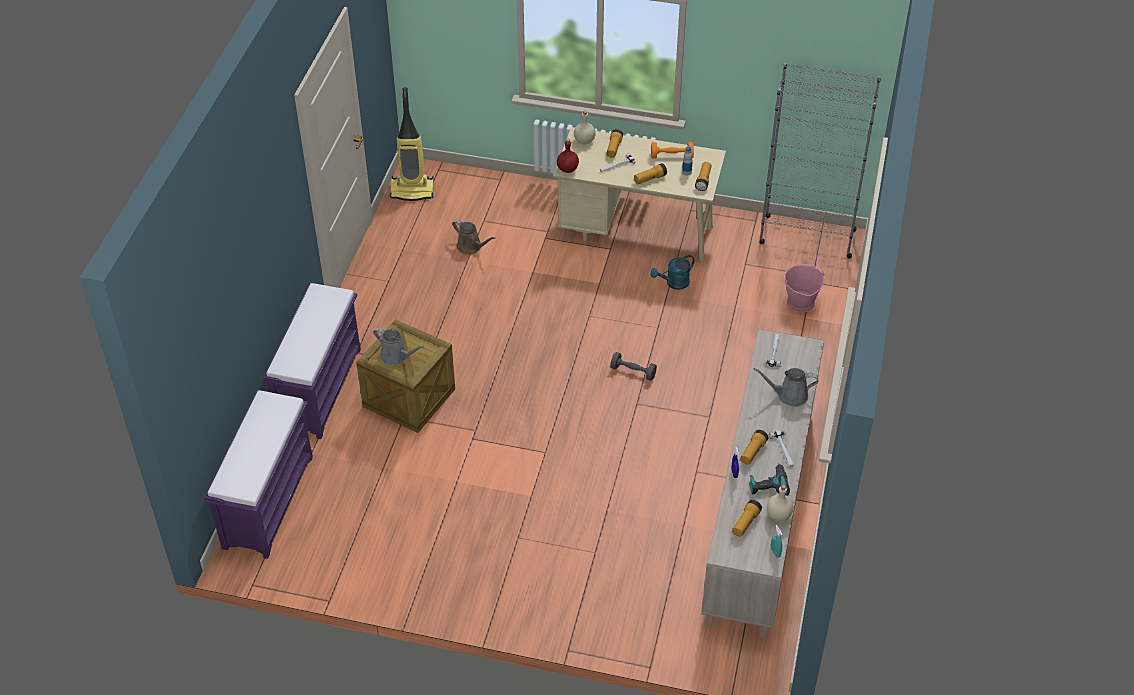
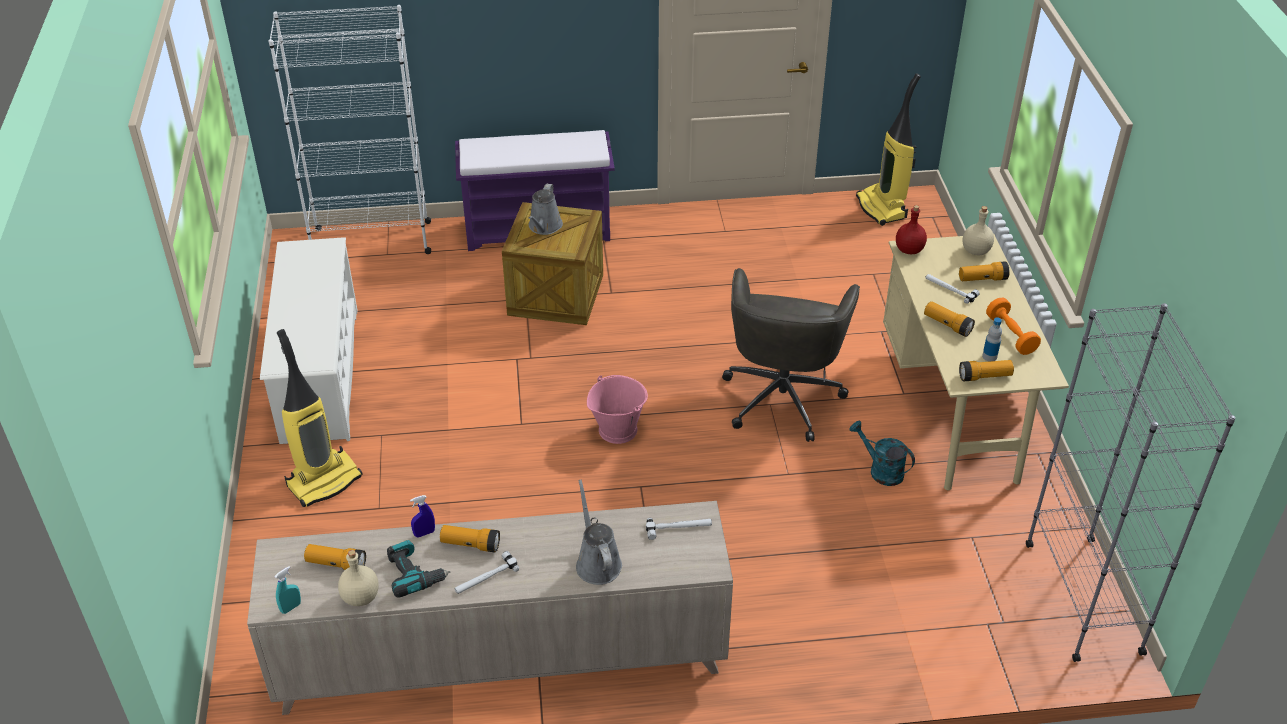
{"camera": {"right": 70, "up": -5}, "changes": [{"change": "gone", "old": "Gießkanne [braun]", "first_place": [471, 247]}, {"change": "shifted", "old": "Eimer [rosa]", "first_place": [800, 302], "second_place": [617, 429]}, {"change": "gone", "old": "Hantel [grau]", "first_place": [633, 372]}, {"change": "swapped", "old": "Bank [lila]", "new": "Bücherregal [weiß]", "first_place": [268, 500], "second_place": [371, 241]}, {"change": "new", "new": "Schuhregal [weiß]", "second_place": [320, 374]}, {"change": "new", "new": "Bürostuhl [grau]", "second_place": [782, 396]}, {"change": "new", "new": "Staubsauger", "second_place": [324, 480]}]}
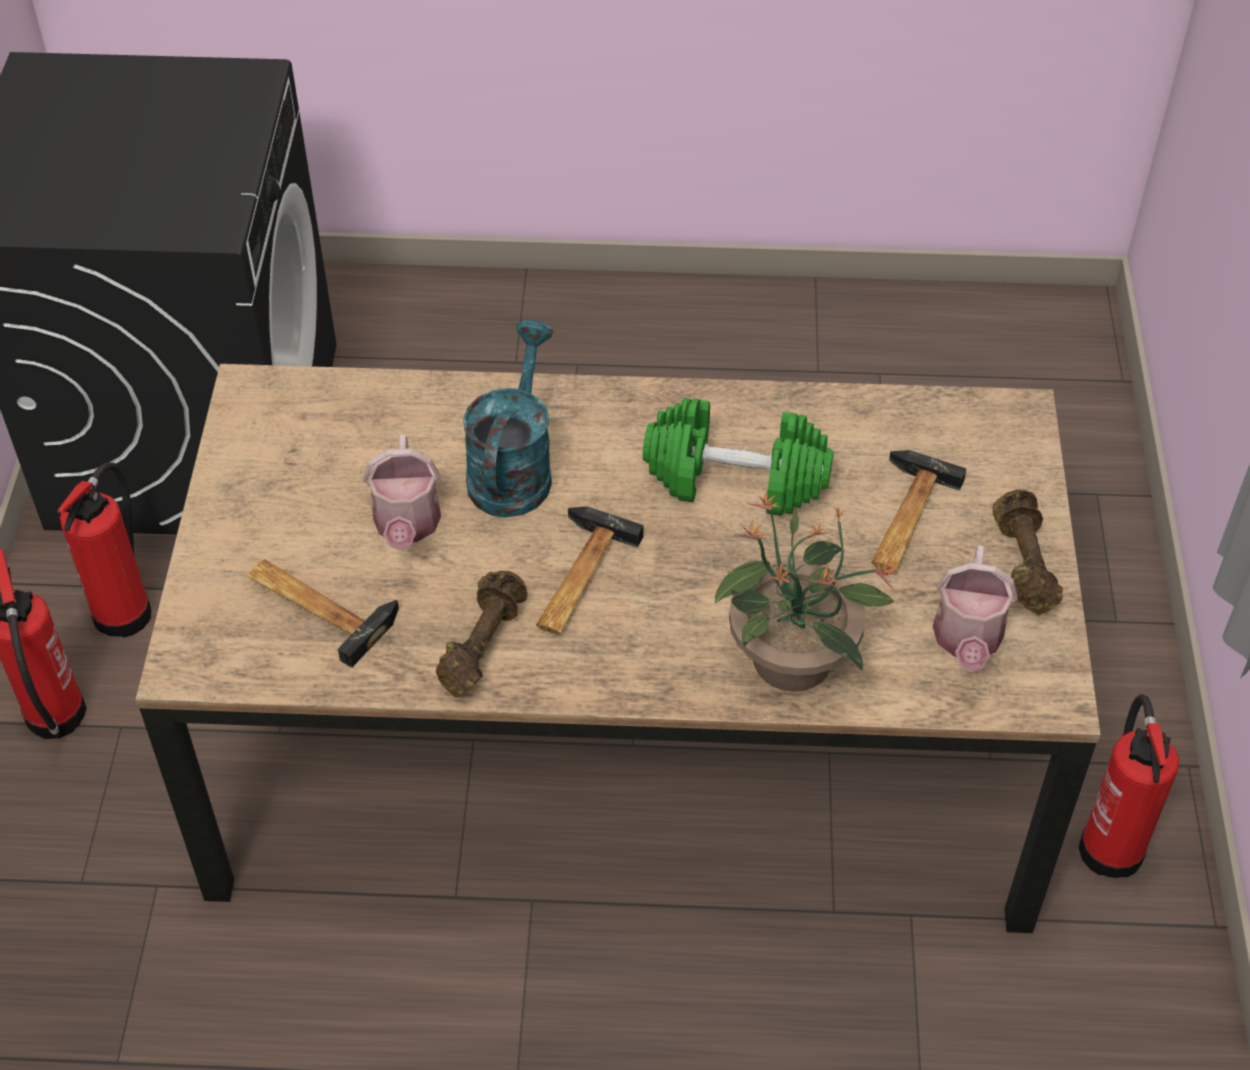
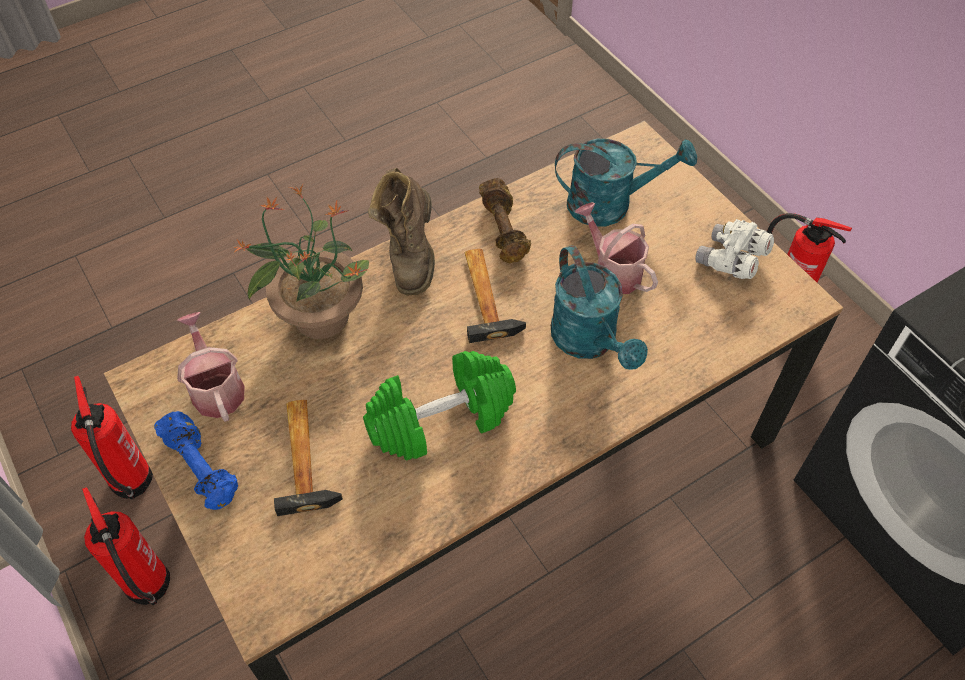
{"camera": {"right": 145, "up": 5}, "changes": [{"change": "shifted", "old": "Feuerlöscher", "first_place": [126, 610], "second_place": [131, 483]}, {"change": "repainted", "old": "Hantel [braun]", "new": "Hantel [blau]", "first_place": [1022, 564], "second_place": [202, 467]}, {"change": "swapped", "old": "Hammer", "new": "Gießkanne [türkis]", "first_place": [318, 605], "second_place": [611, 204]}, {"change": "new", "new": "Stiefel [braun]", "second_place": [410, 255]}, {"change": "new", "new": "Fernglas [weiß]", "second_place": [731, 261]}]}
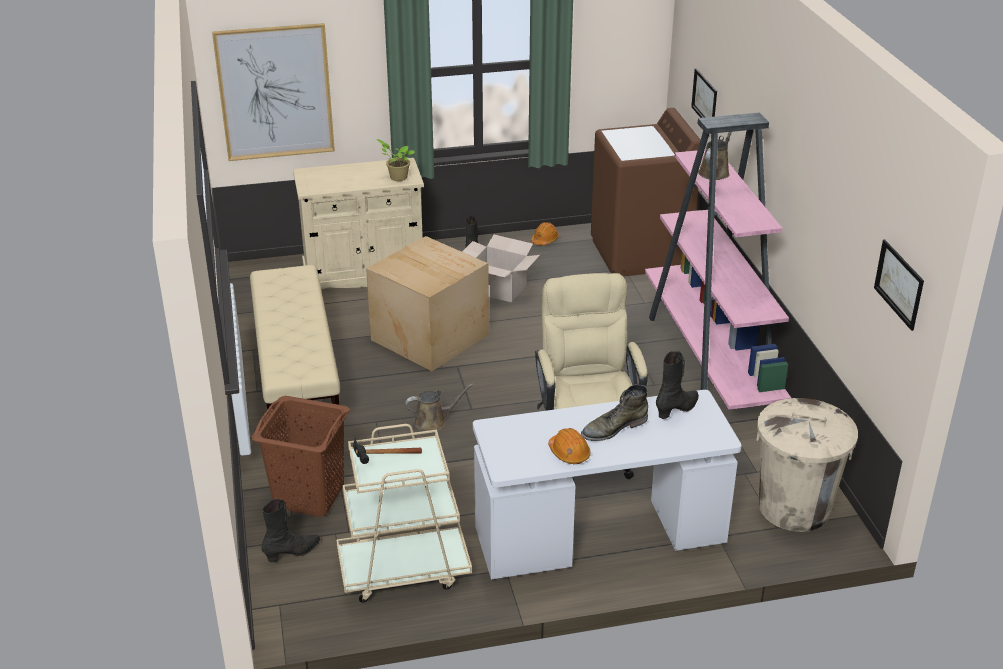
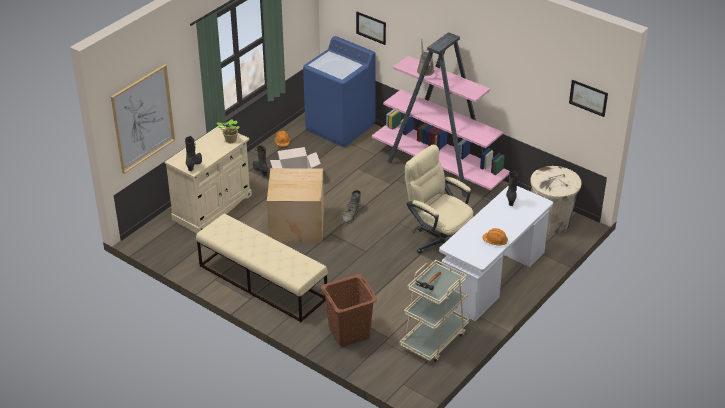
{"camera": {"right": -40, "up": 5}, "changes": [{"change": "repainted", "old": "Waschmaschine [braun]", "new": "Waschmaschine [blau]", "first_place": [640, 254], "second_place": [340, 127]}, {"change": "gone", "old": "Gießkanne [braun]", "first_place": [433, 421]}, {"change": "shifted", "old": "Stiefel [grün]", "first_place": [614, 428], "second_place": [350, 214]}, {"change": "shifted", "old": "Stiefel [schwarz]", "first_place": [292, 553], "second_place": [195, 164]}]}
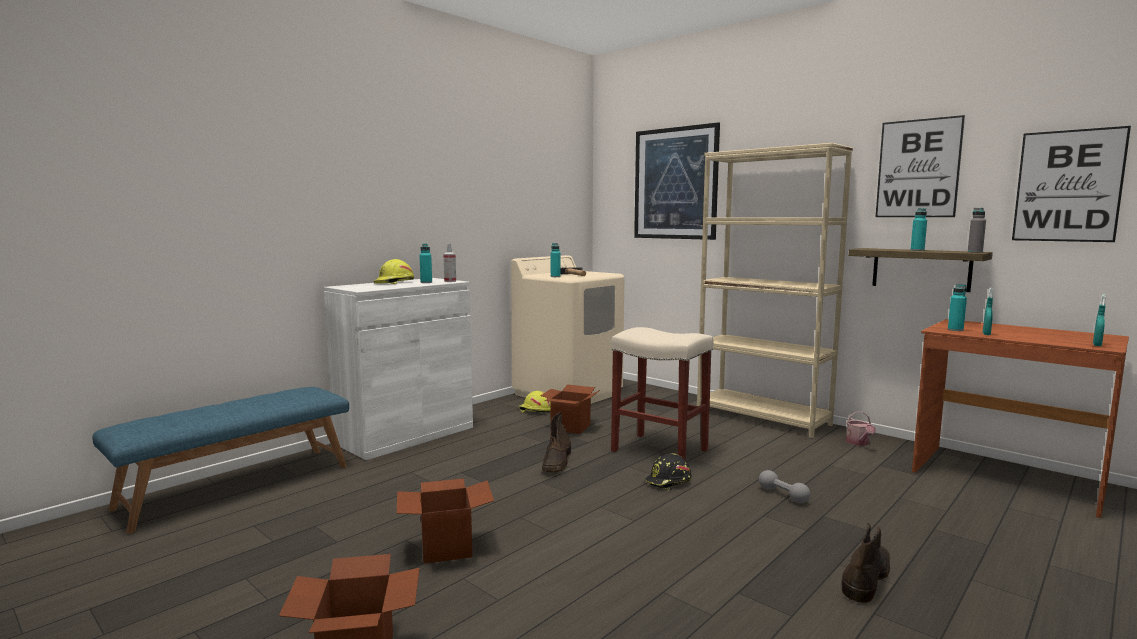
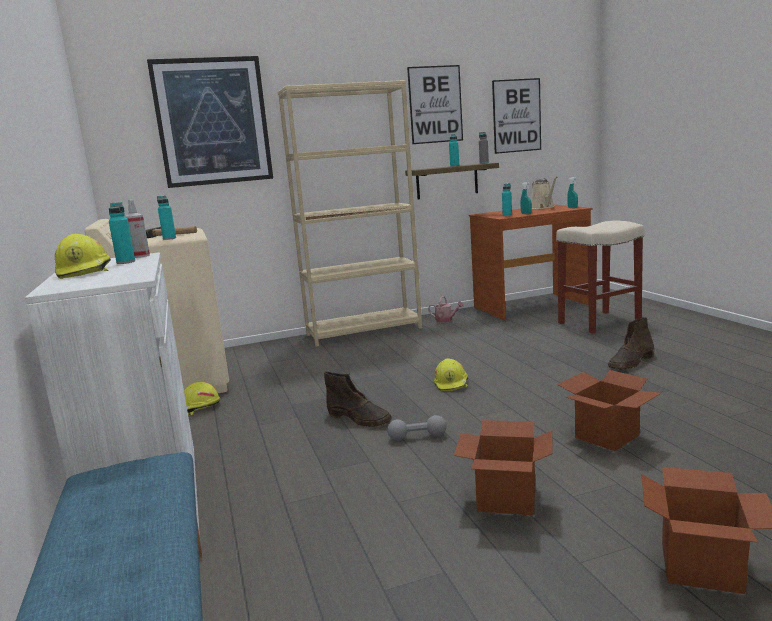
{"camera": {"right": -60, "up": 5}, "changes": [{"change": "shifted", "old": "Hocker [beige]", "first_place": [658, 450], "second_place": [598, 322]}, {"change": "shifted", "old": "Karton", "first_place": [571, 427], "second_place": [607, 436]}, {"change": "repainted", "old": "Schutzhelm [schwarz]", "new": "Schutzhelm [gelb]", "first_place": [669, 482], "second_place": [452, 384]}, {"change": "shifted", "old": "Hantel [grau]", "first_place": [783, 495], "second_place": [417, 437]}, {"change": "rotated", "old": "Stiefel [braun]", "first_place": [866, 577], "second_place": [631, 363], "degrees": -105}, {"change": "new", "new": "Gießkanne [beige]", "second_place": [543, 207]}]}
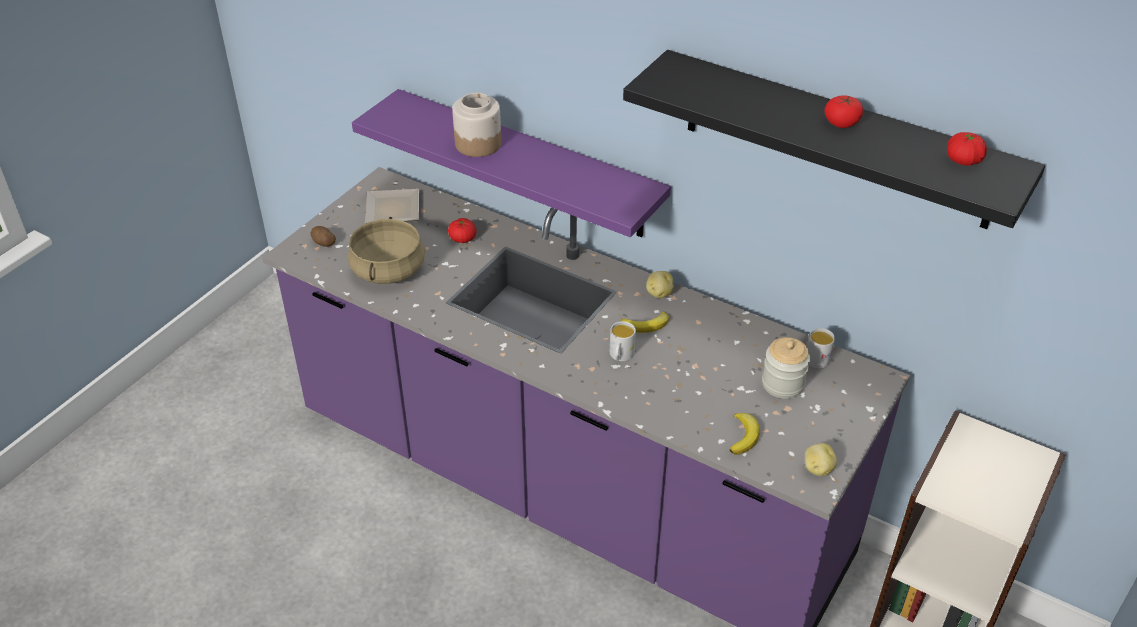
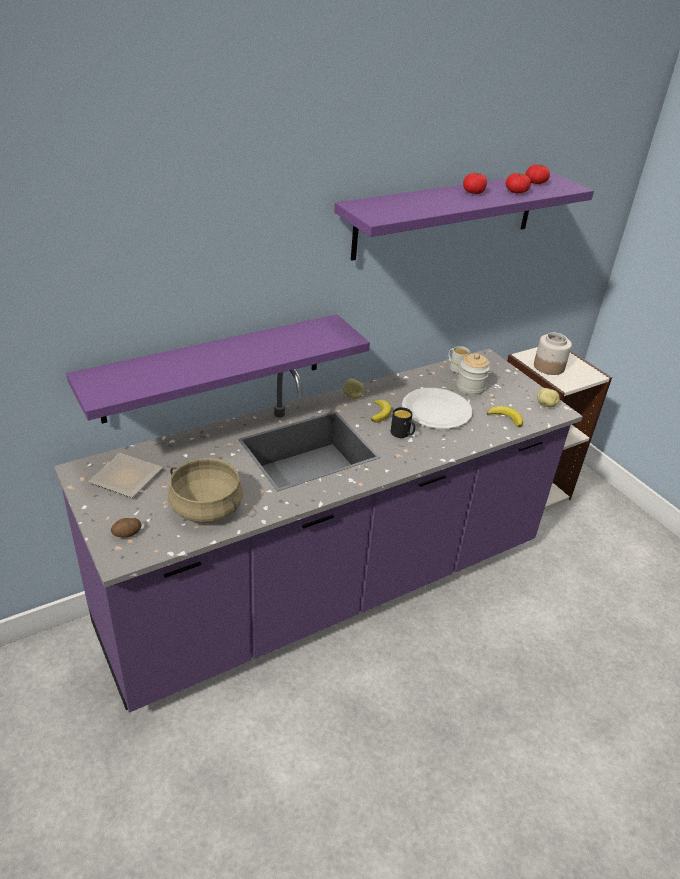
{"camera": {"right": -65, "up": -5}, "changes": [{"change": "repainted", "old": "Wandregal [schwarz]", "new": "Wandregal [lila]", "first_place": [836, 140], "second_place": [447, 215]}, {"change": "shifted", "old": "Vorratsglas", "first_place": [478, 143], "second_place": [548, 366]}, {"change": "shifted", "old": "Tomate", "first_place": [462, 238], "second_place": [516, 192]}, {"change": "repainted", "old": "Henkelbecher [weiß]", "new": "Henkelbecher [schwarz]", "first_place": [620, 356], "second_place": [402, 434]}, {"change": "new", "new": "Teller [weiß]", "second_place": [436, 410]}]}
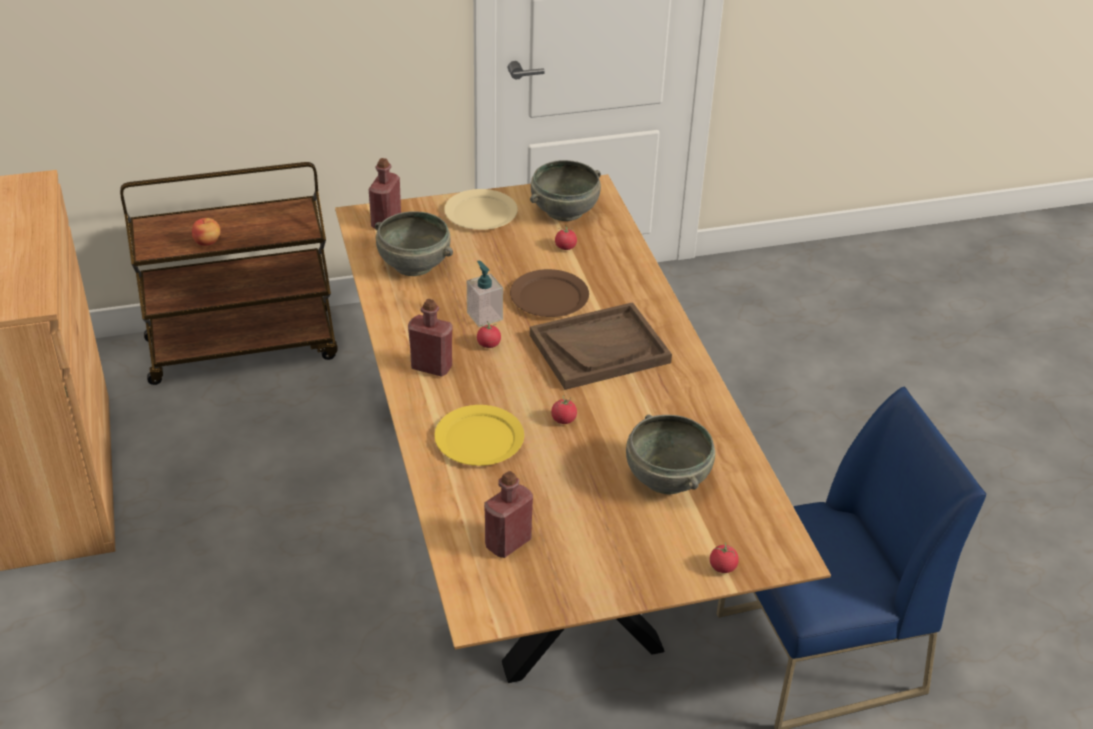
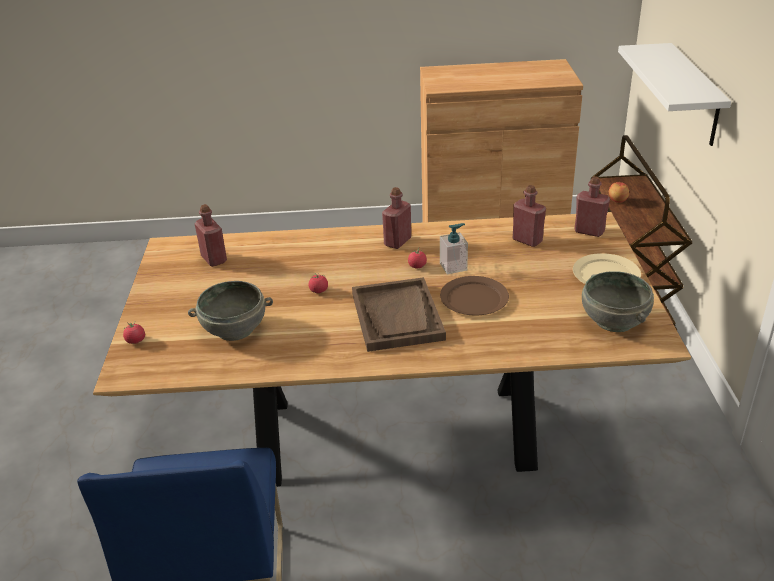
{"camera": {"right": 105, "up": -5}, "changes": [{"change": "swapped", "old": "Schüssel [grau]", "new": "Flasche [rot]", "first_place": [413, 265], "second_place": [527, 240]}, {"change": "gone", "old": "Tomate", "first_place": [565, 247]}, {"change": "gone", "old": "Teller [gelb]", "first_place": [480, 439]}, {"change": "new", "new": "Wandregal [weiß]", "second_place": [694, 95]}]}
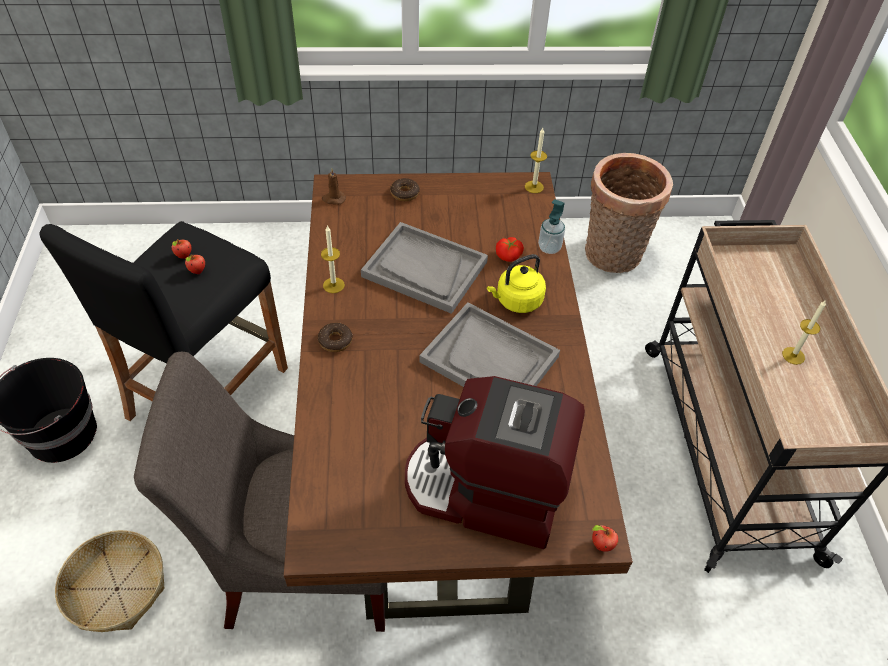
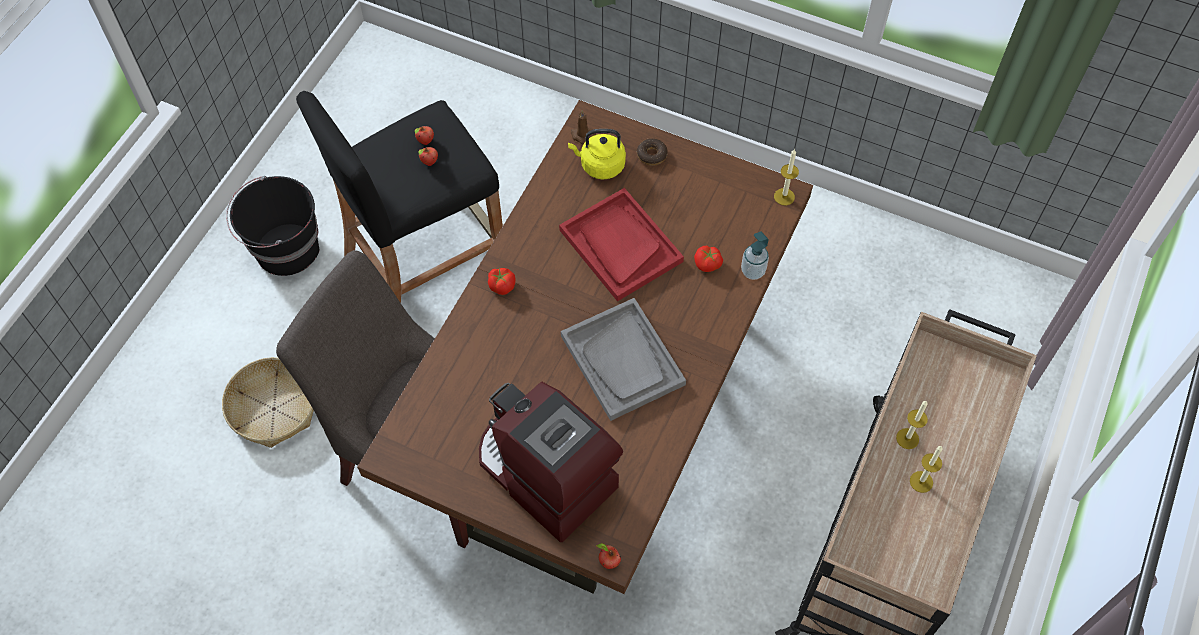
{"camera": {"right": 30, "up": 10}, "changes": [{"change": "gone", "old": "Korb", "first_place": [612, 256]}, {"change": "repainted", "old": "Tablett [grau]", "new": "Tablett [rot]", "first_place": [424, 269], "second_place": [620, 246]}, {"change": "shifted", "old": "Kerze", "first_place": [333, 285], "second_place": [907, 438]}, {"change": "shifted", "old": "Wasserkessel [gelb]", "first_place": [516, 301], "second_place": [600, 165]}, {"change": "swapped", "old": "Donut", "new": "Tomate", "first_place": [335, 341], "second_place": [502, 285]}]}
